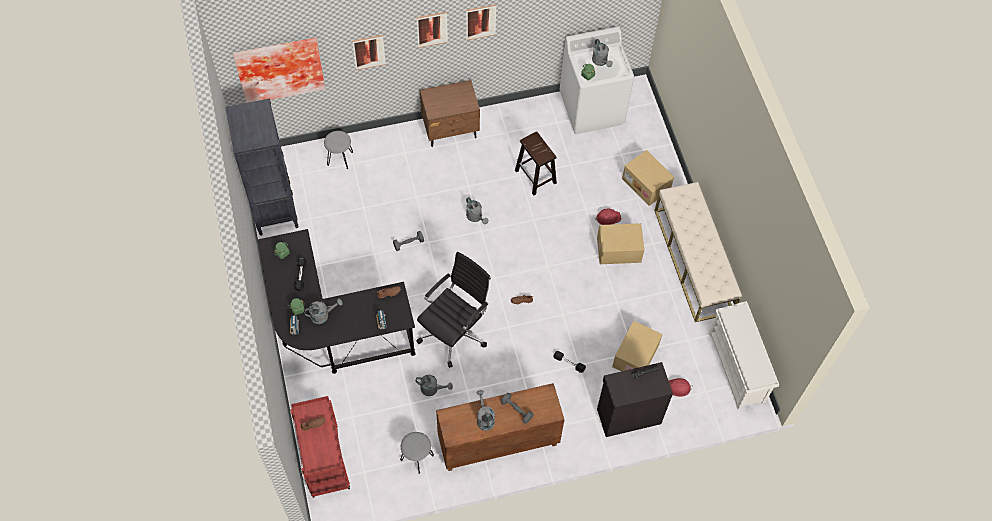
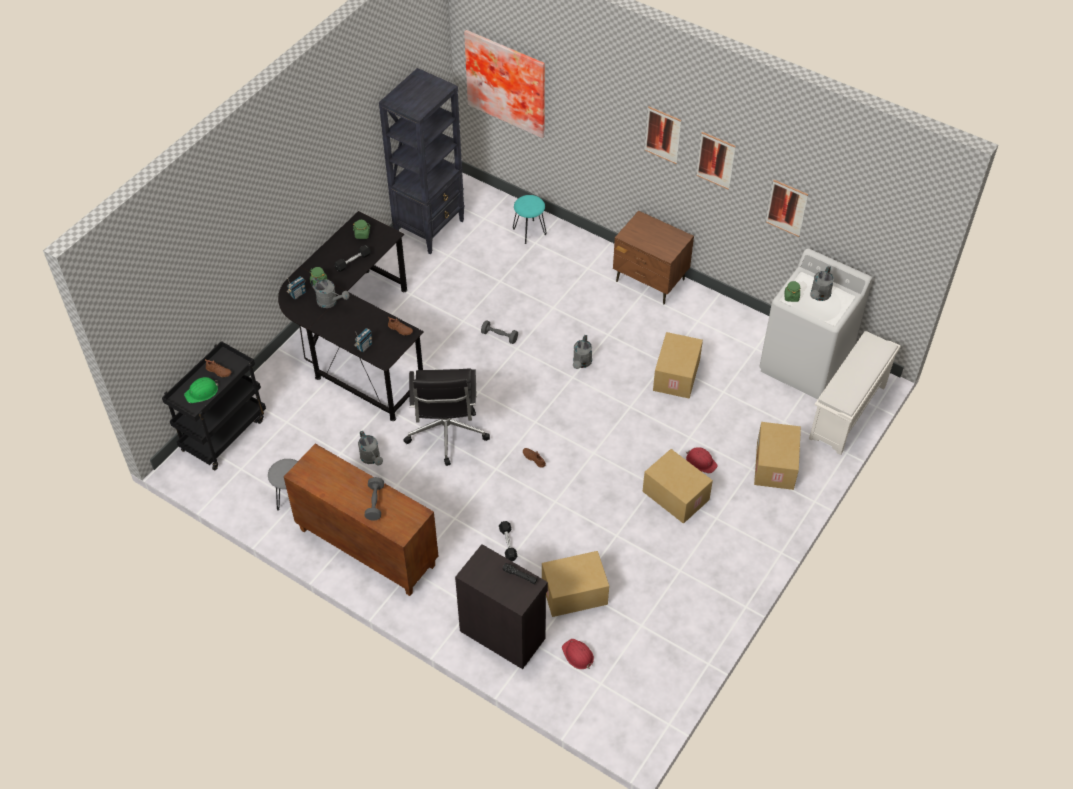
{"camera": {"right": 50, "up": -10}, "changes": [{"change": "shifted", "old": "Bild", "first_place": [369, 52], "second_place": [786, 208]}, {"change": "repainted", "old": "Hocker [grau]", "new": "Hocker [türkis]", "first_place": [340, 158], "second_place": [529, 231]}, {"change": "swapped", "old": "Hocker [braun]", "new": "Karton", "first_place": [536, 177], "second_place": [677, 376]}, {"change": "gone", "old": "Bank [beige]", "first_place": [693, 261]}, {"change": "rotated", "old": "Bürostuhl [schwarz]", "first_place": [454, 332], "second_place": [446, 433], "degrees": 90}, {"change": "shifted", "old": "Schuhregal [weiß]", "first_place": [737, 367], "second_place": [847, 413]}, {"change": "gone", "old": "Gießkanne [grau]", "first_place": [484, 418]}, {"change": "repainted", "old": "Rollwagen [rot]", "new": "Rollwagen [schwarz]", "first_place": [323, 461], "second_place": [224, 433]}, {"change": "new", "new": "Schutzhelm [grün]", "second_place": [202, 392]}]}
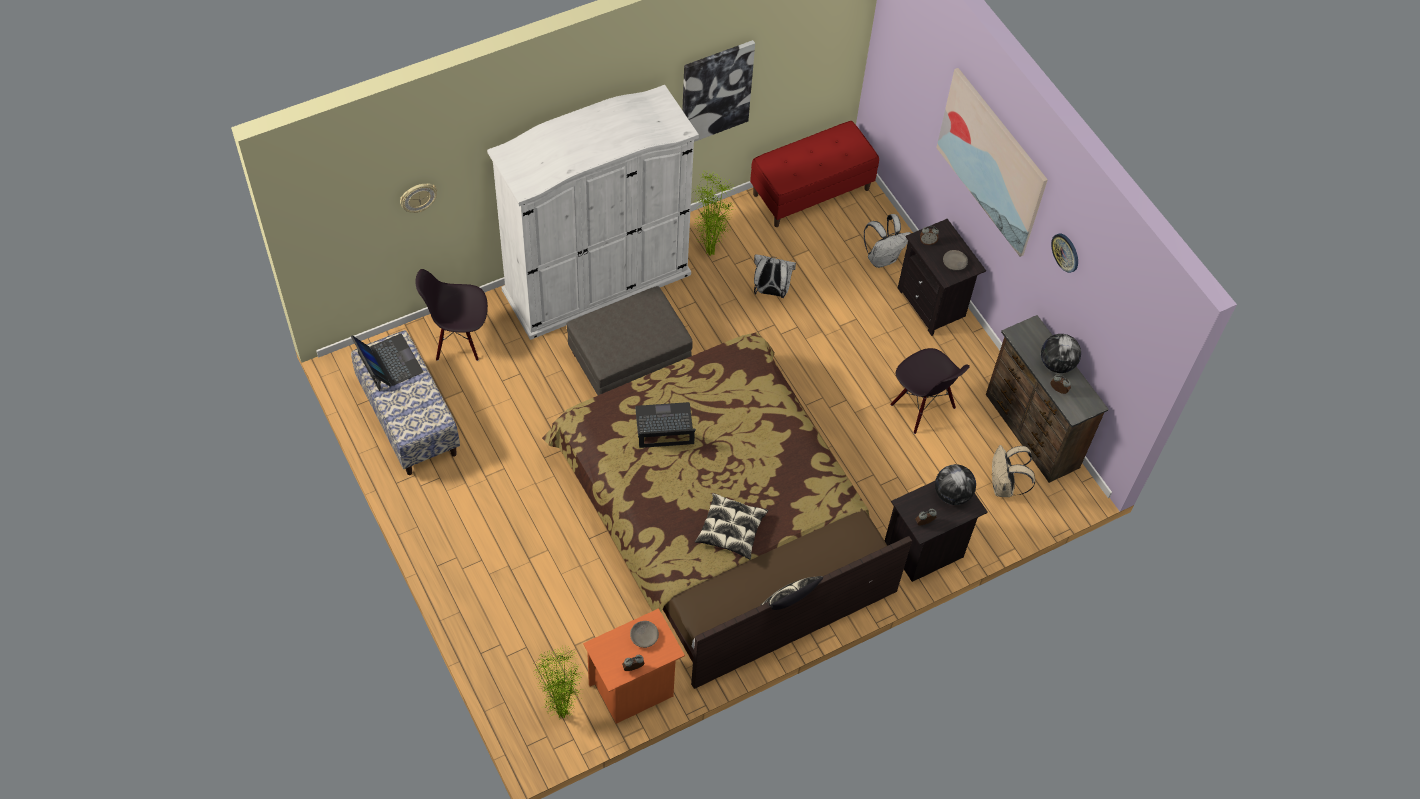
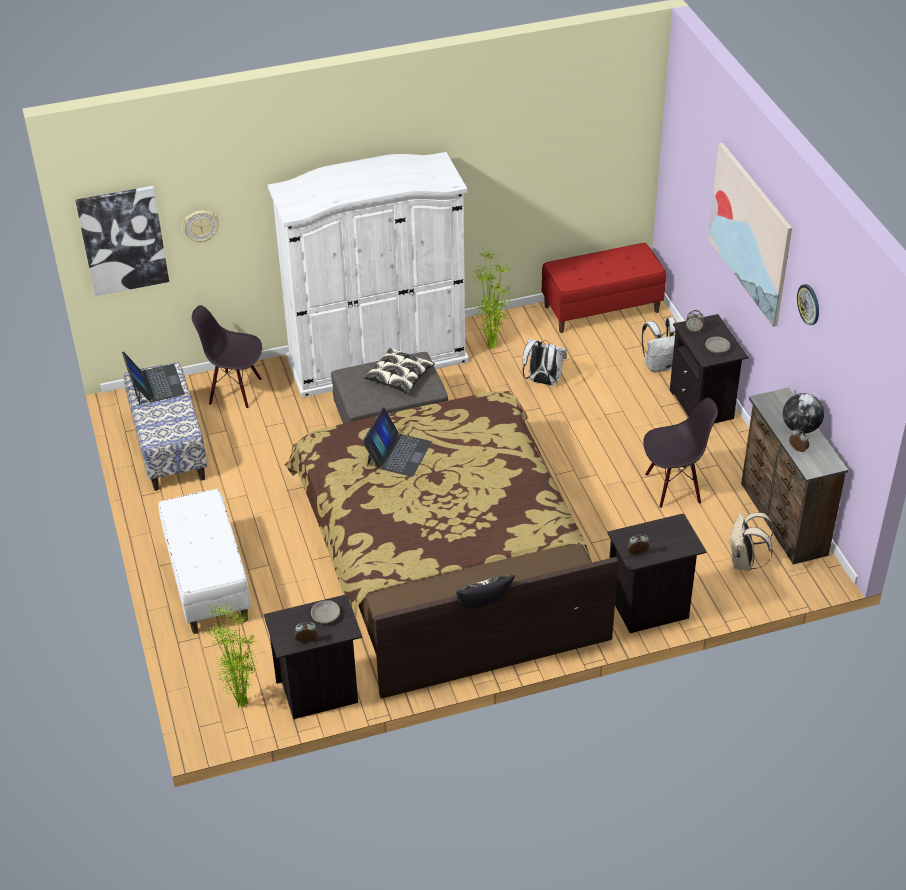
{"camera": {"right": 15, "up": -15}, "changes": [{"change": "shifted", "old": "Bild", "first_place": [716, 92], "second_place": [123, 240]}, {"change": "rotated", "old": "Stuhl [schwarz]", "first_place": [922, 407], "second_place": [673, 488], "degrees": -75}, {"change": "rotated", "old": "Laptop", "first_place": [664, 426], "second_place": [398, 453], "degrees": 105}, {"change": "gone", "old": "Globus", "first_place": [952, 494]}, {"change": "shifted", "old": "Kissen", "first_place": [731, 530], "second_place": [399, 377]}, {"change": "repainted", "old": "Nachttisch [orange]", "new": "Nachttisch [schwarz]", "first_place": [633, 690], "second_place": [319, 692]}, {"change": "new", "new": "Bank [weiß]", "second_place": [207, 582]}]}
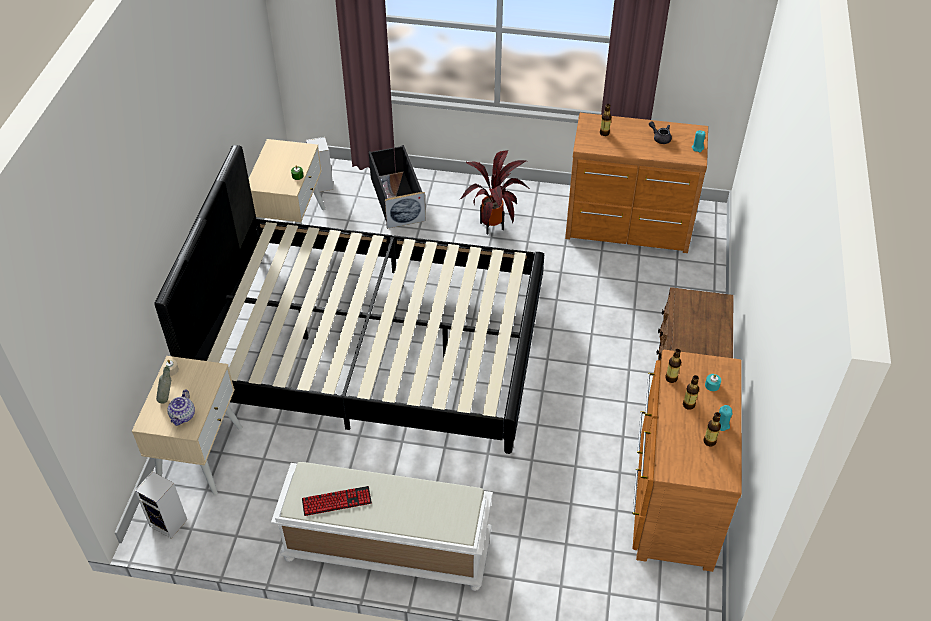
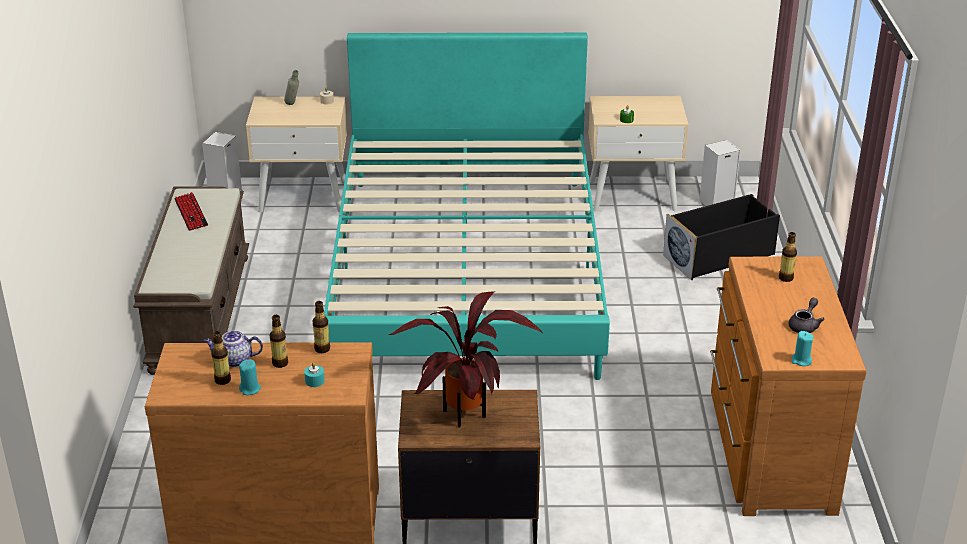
{"camera": {"right": 80, "up": -15}, "changes": [{"change": "repainted", "old": "Bett [schwarz]", "new": "Bett [türkis]", "first_place": [373, 346], "second_place": [468, 270]}, {"change": "shifted", "old": "Topfpflanze", "first_place": [494, 226], "second_place": [464, 417]}, {"change": "shifted", "old": "Teekanne", "first_place": [183, 416], "second_place": [234, 360]}, {"change": "repainted", "old": "Bank [weiß]", "new": "Bank [braun]", "first_place": [385, 549], "second_place": [199, 312]}]}
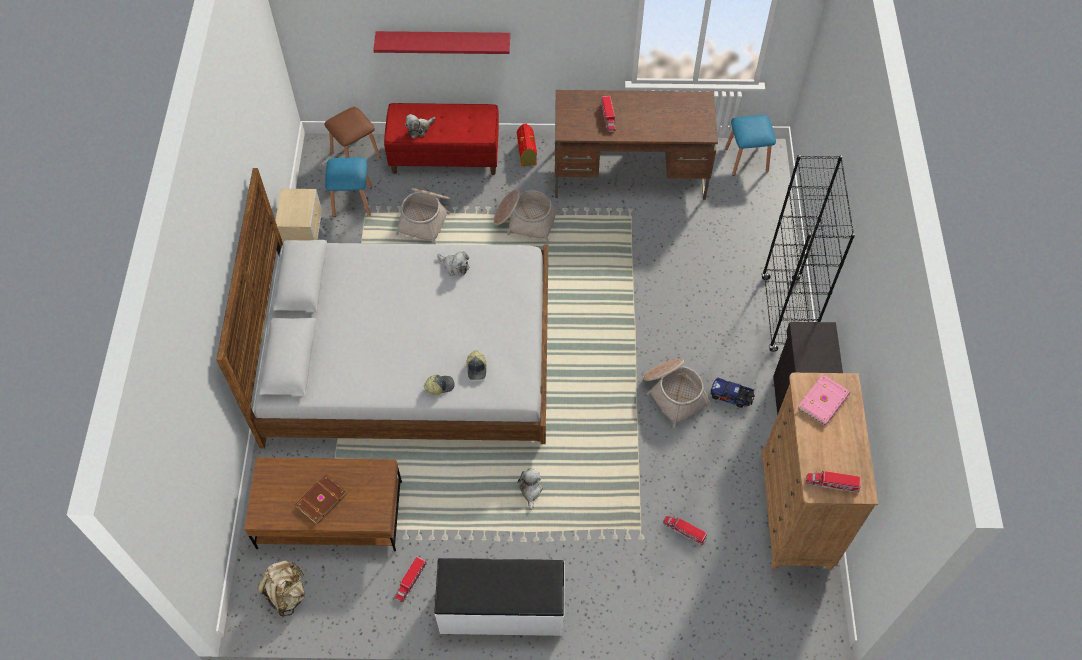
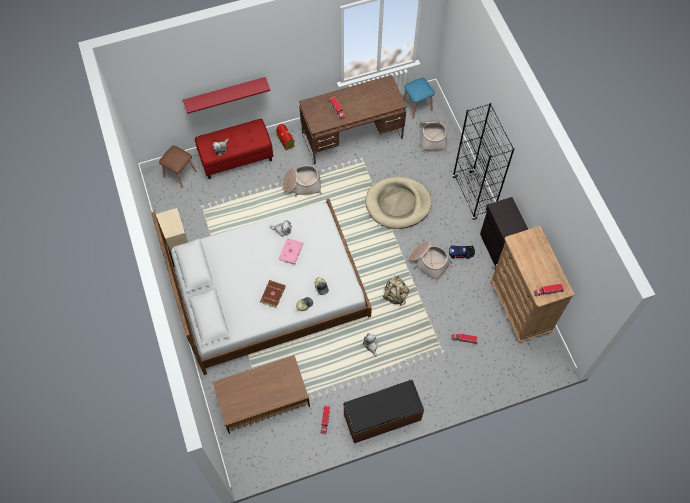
{"camera": {"right": -20, "up": 5}, "changes": [{"change": "gone", "old": "Hocker [blau]", "first_place": [352, 201]}, {"change": "shifted", "old": "Korb", "first_place": [426, 218], "second_place": [432, 137]}, {"change": "shifted", "old": "Buch [rosa]", "first_place": [824, 401], "second_place": [291, 252]}, {"change": "shifted", "old": "Buch [braun]", "first_place": [320, 499], "second_place": [272, 294]}, {"change": "repainted", "old": "Bank [weiß]", "new": "Bank [braun]", "first_place": [502, 609], "second_place": [382, 417]}, {"change": "shifted", "old": "Rucksack [beige]", "first_place": [287, 593], "second_place": [395, 295]}, {"change": "new", "new": "Hundebett [beige]", "second_place": [398, 204]}]}
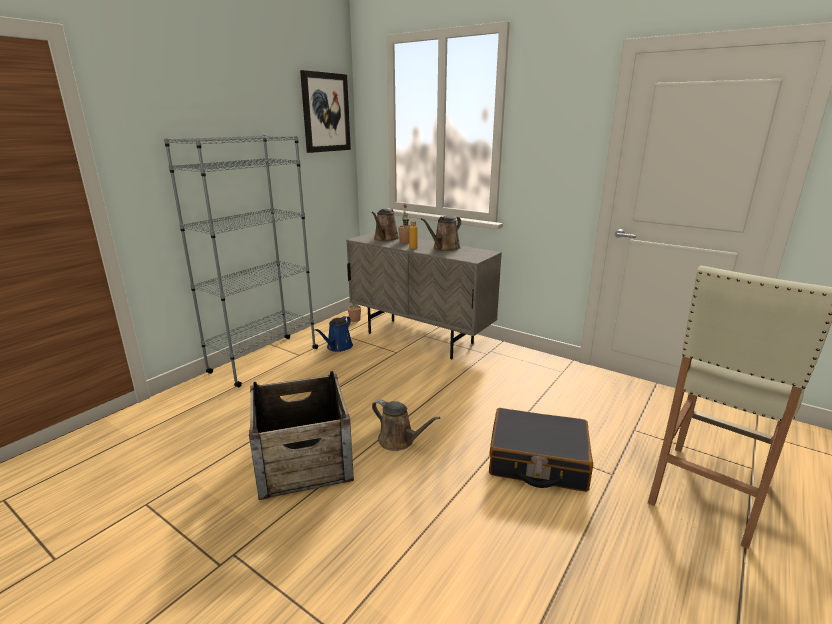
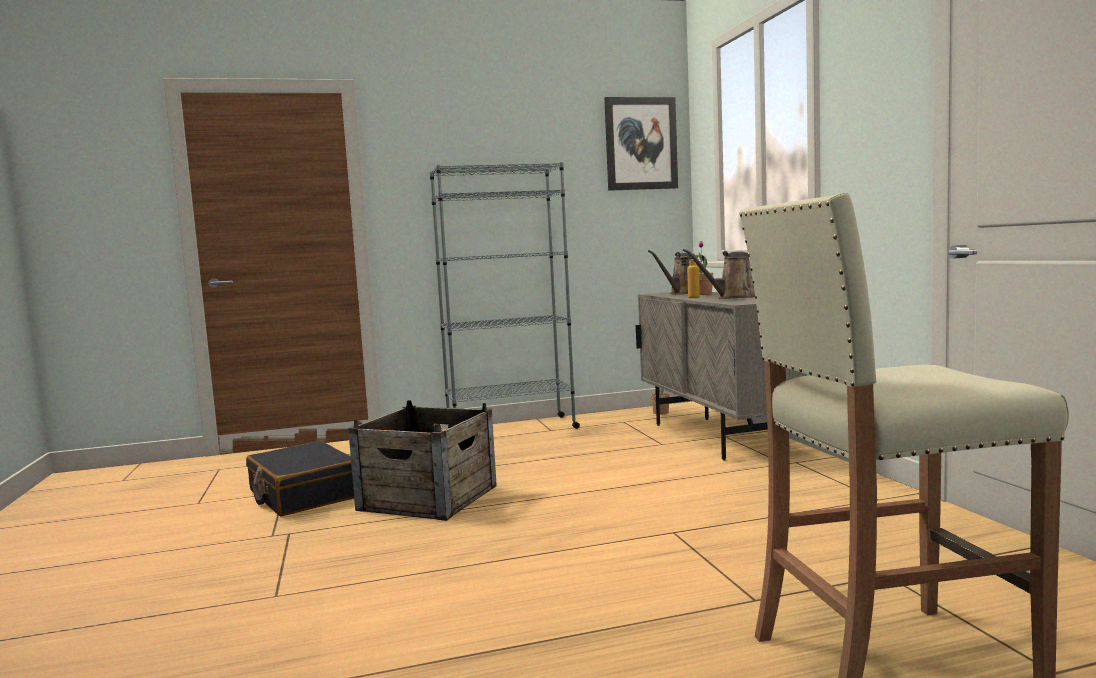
{"camera": {"right": 40, "up": -15}, "changes": [{"change": "gone", "old": "Gießkanne [blau]", "first_place": [338, 347]}, {"change": "gone", "old": "Gießkanne [braun]", "first_place": [399, 440]}, {"change": "shifted", "old": "Koffer [schwarz]", "first_place": [537, 461], "second_place": [303, 494]}]}
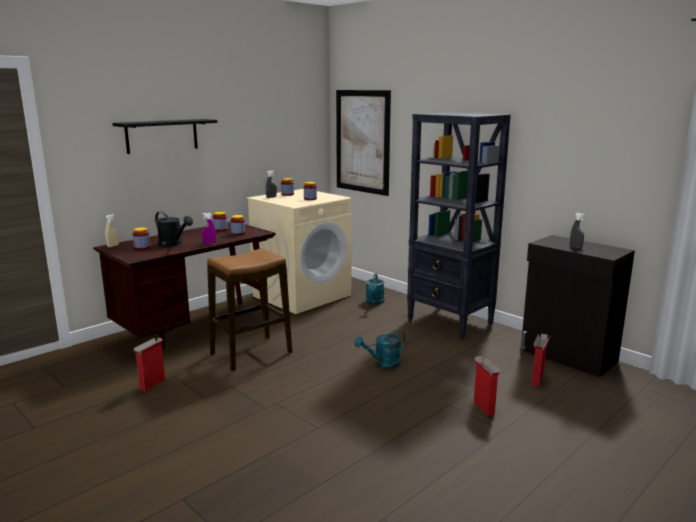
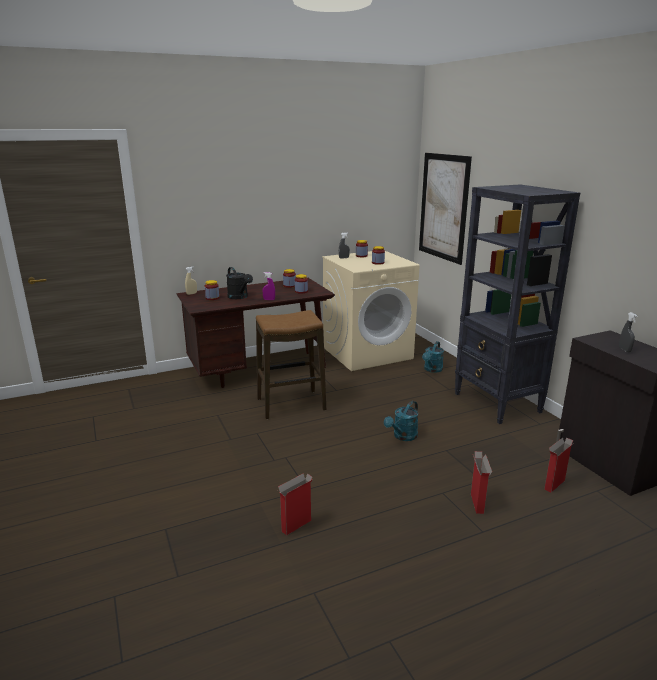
{"camera": {"right": 20, "up": 5}, "changes": [{"change": "gone", "old": "Wandregal [schwarz]", "first_place": [162, 136]}, {"change": "rotated", "old": "Gießkanne [türkis]", "first_place": [382, 364], "second_place": [402, 437], "degrees": -45}, {"change": "shifted", "old": "Karton", "first_place": [152, 384], "second_place": [296, 526]}]}
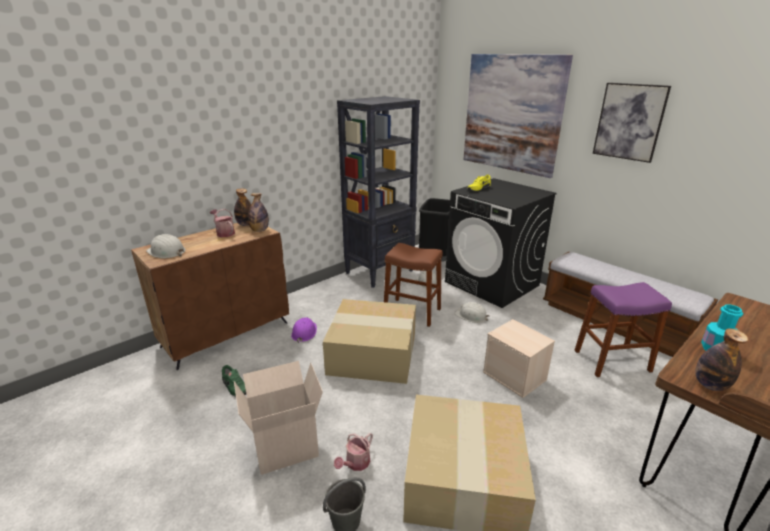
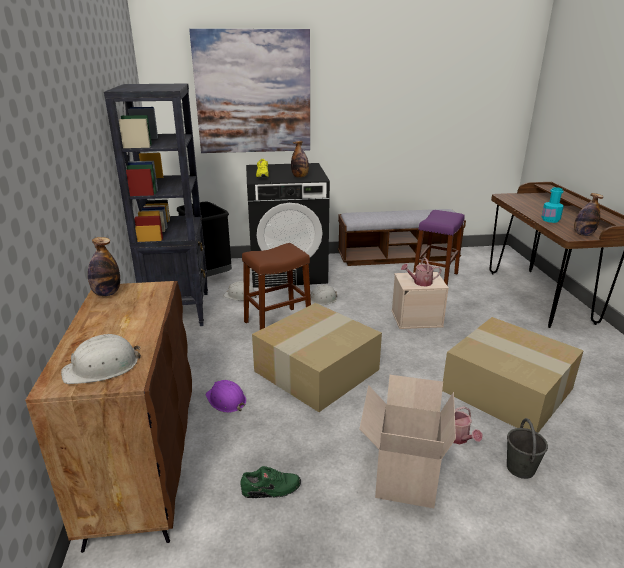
{"camera": {"right": -55, "up": 0}, "changes": [{"change": "gone", "old": "Bild", "first_place": [629, 122]}, {"change": "shifted", "old": "Flasche", "first_place": [259, 230], "second_place": [300, 177]}, {"change": "shifted", "old": "Gießkanne", "first_place": [224, 233], "second_place": [420, 282]}]}
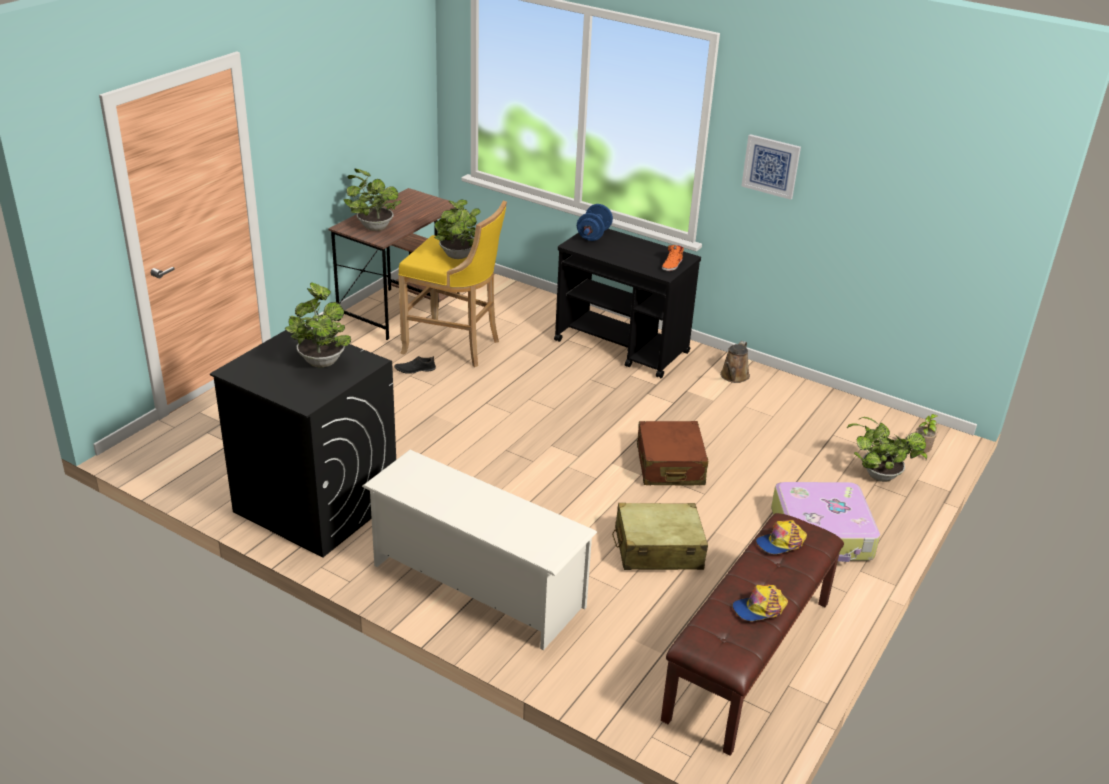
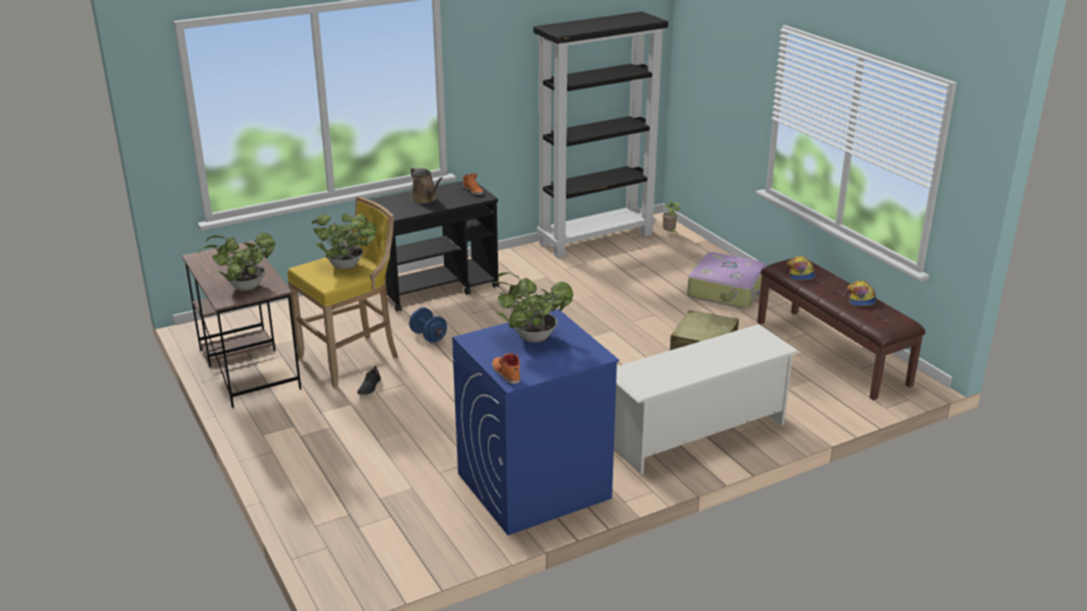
{"camera": {"right": -60, "up": -5}, "changes": [{"change": "gone", "old": "Bild", "first_place": [771, 166]}, {"change": "shifted", "old": "Hantel [blau]", "first_place": [593, 235], "second_place": [428, 336]}, {"change": "repainted", "old": "Waschmaschine [schwarz]", "new": "Waschmaschine [blau]", "first_place": [315, 504], "second_place": [533, 486]}, {"change": "shifted", "old": "Gießkanne [braun]", "first_place": [733, 377], "second_place": [425, 199]}, {"change": "gone", "old": "Topfpflanze", "first_place": [877, 475]}, {"change": "gone", "old": "Koffer [braun]", "first_place": [669, 465]}, {"change": "new", "new": "Bücherregal [schwarz]", "second_place": [596, 238]}, {"change": "new", "new": "Schuh [orange]", "second_place": [505, 373]}]}
